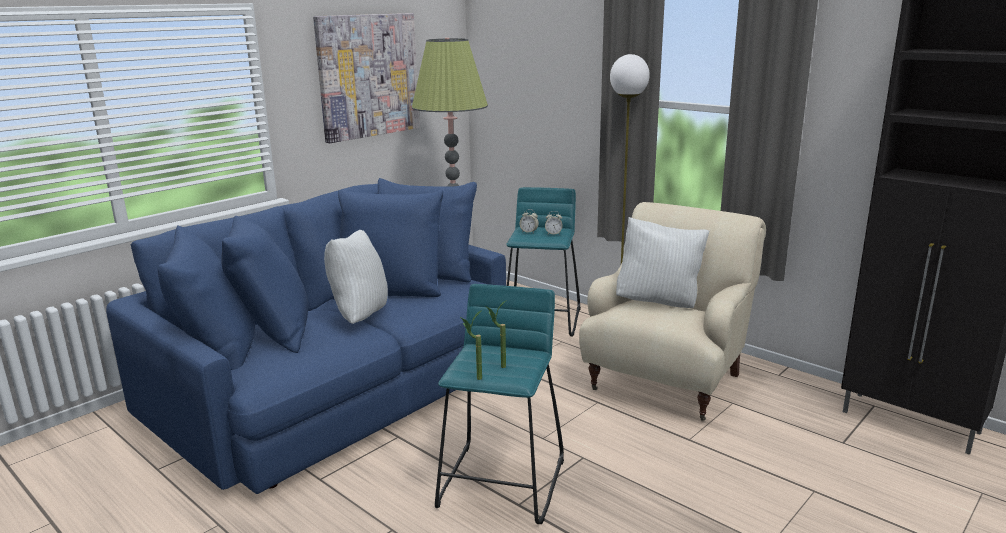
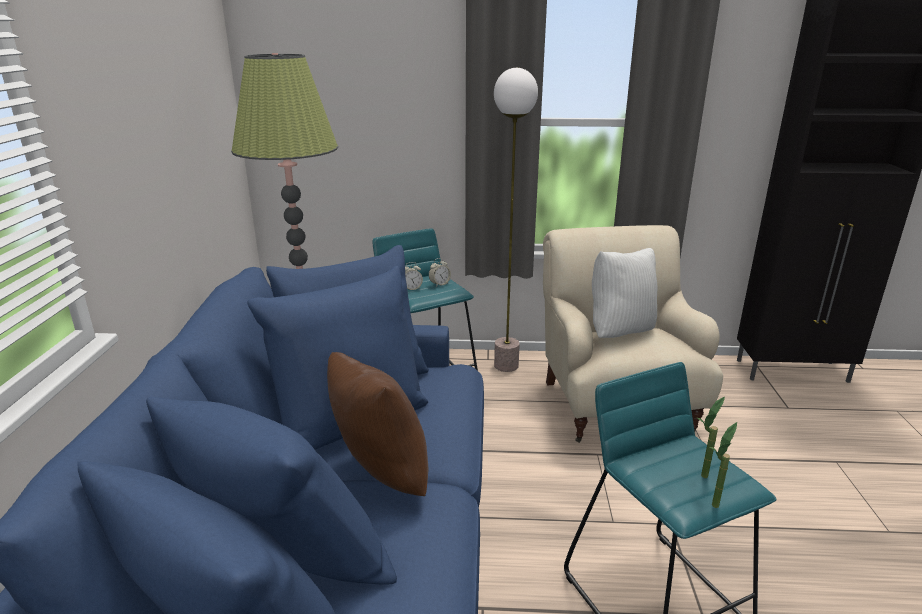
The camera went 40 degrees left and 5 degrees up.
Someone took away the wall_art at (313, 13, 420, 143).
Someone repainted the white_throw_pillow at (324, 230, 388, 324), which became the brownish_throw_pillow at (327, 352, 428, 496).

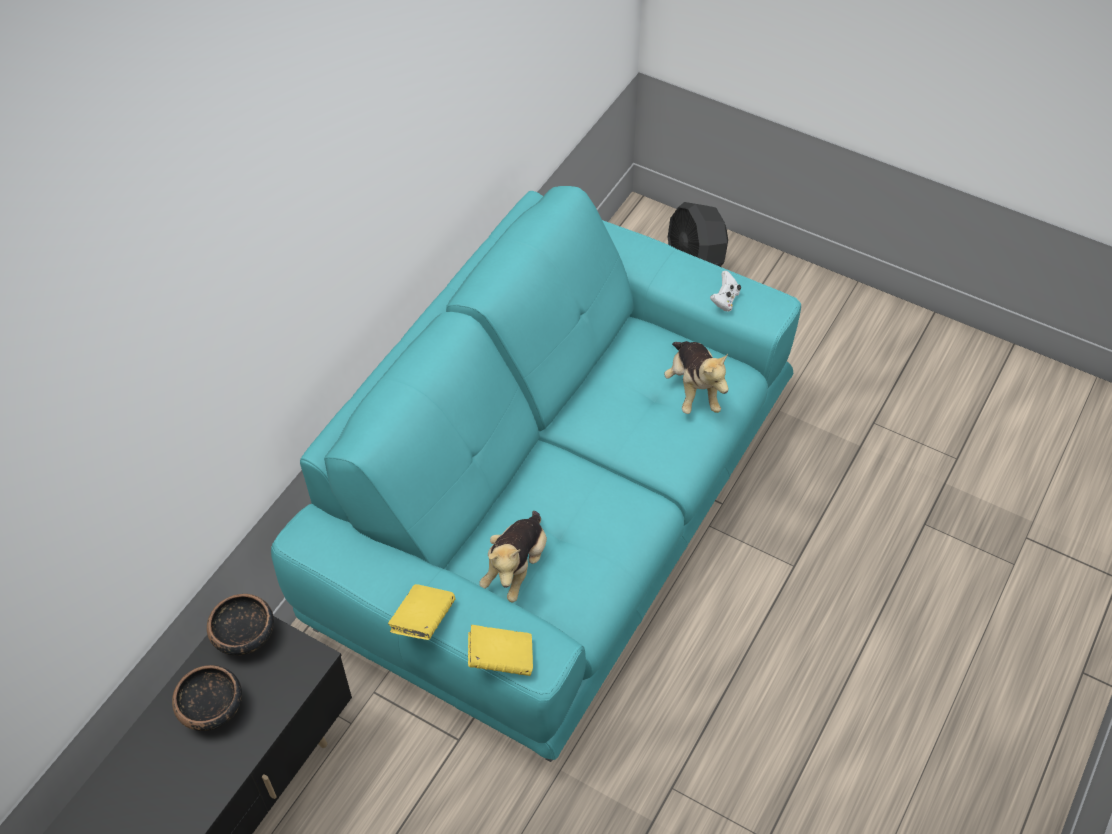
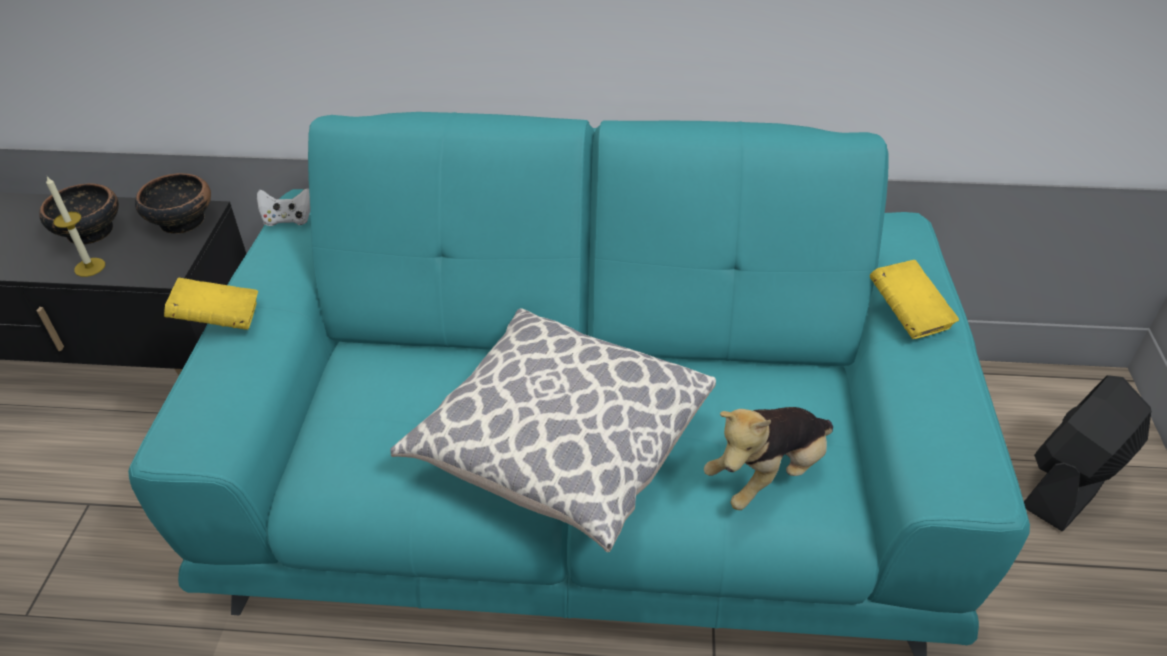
The camera went 65 degrees right and 10 degrees down.
Someone carried the yellow_book from (468, 625, 533, 676) to (870, 260, 959, 339).
Someone took away the cuddly_toy at (479, 511, 547, 602).
Someone carried the white_joypad from (710, 271, 741, 312) to (257, 188, 310, 226).
Someone put down the wax_candle at (46, 175, 105, 277).
Someone put down the throw_pillow at (390, 308, 716, 552).

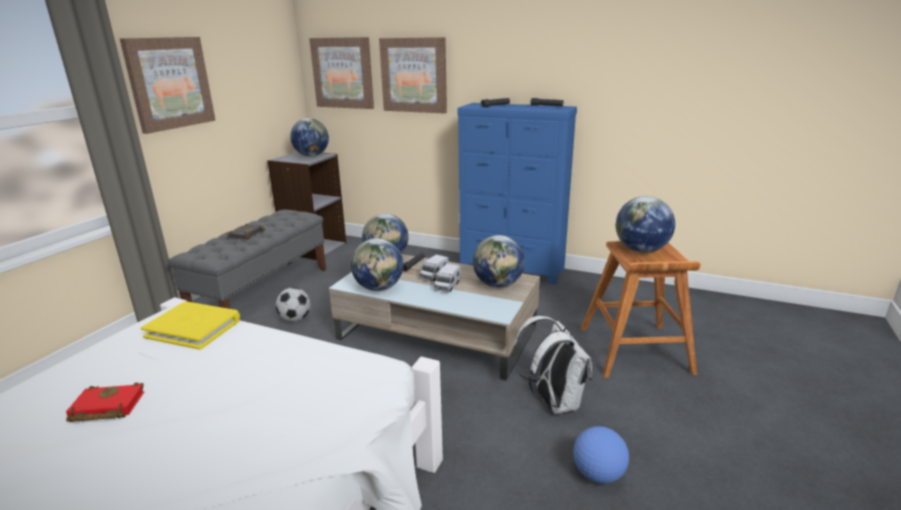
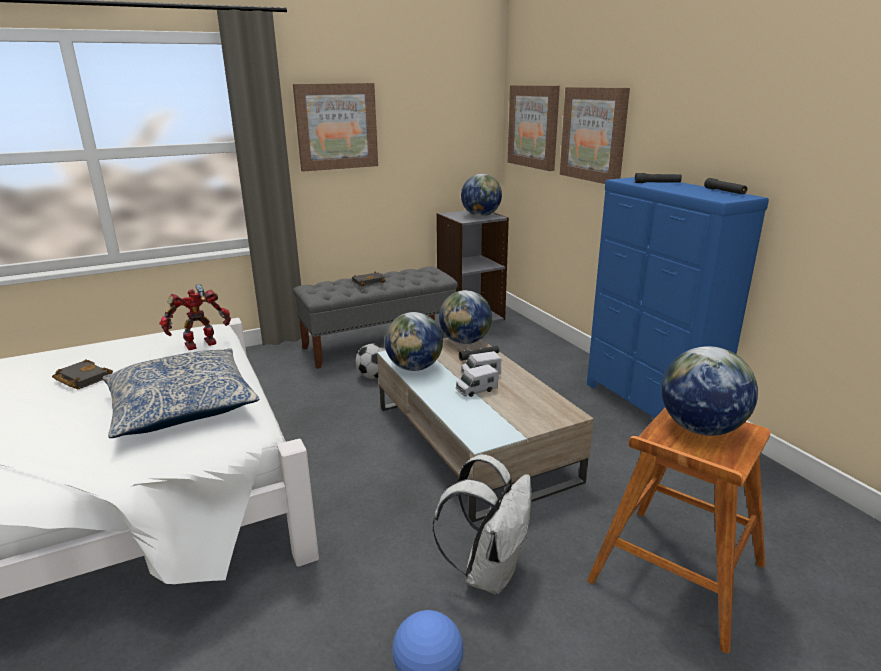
The camera went 40 degrees right and 0 degrees up.
Someone repainted the red_book at (66, 383, 145, 422), which became the blackish_book at (52, 360, 113, 389).
Someone swapped the yellow_book at (141, 301, 240, 350) for the toy_robot at (159, 284, 231, 350).
Someone took away the globe at (473, 235, 525, 288).
Someone put down the throw_pillow at (102, 348, 259, 438).

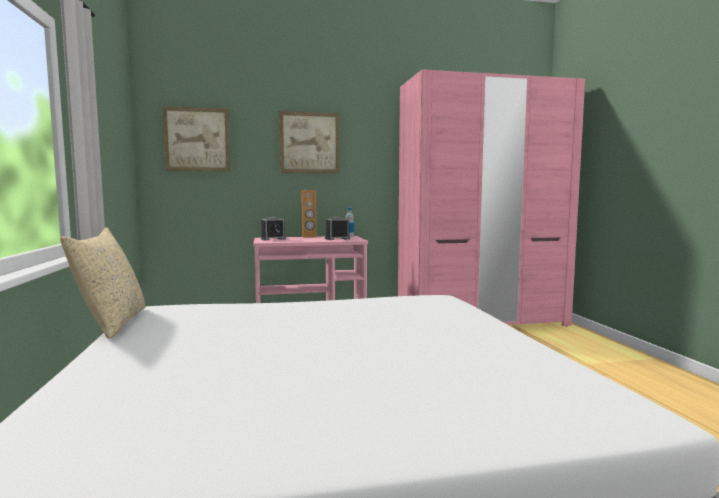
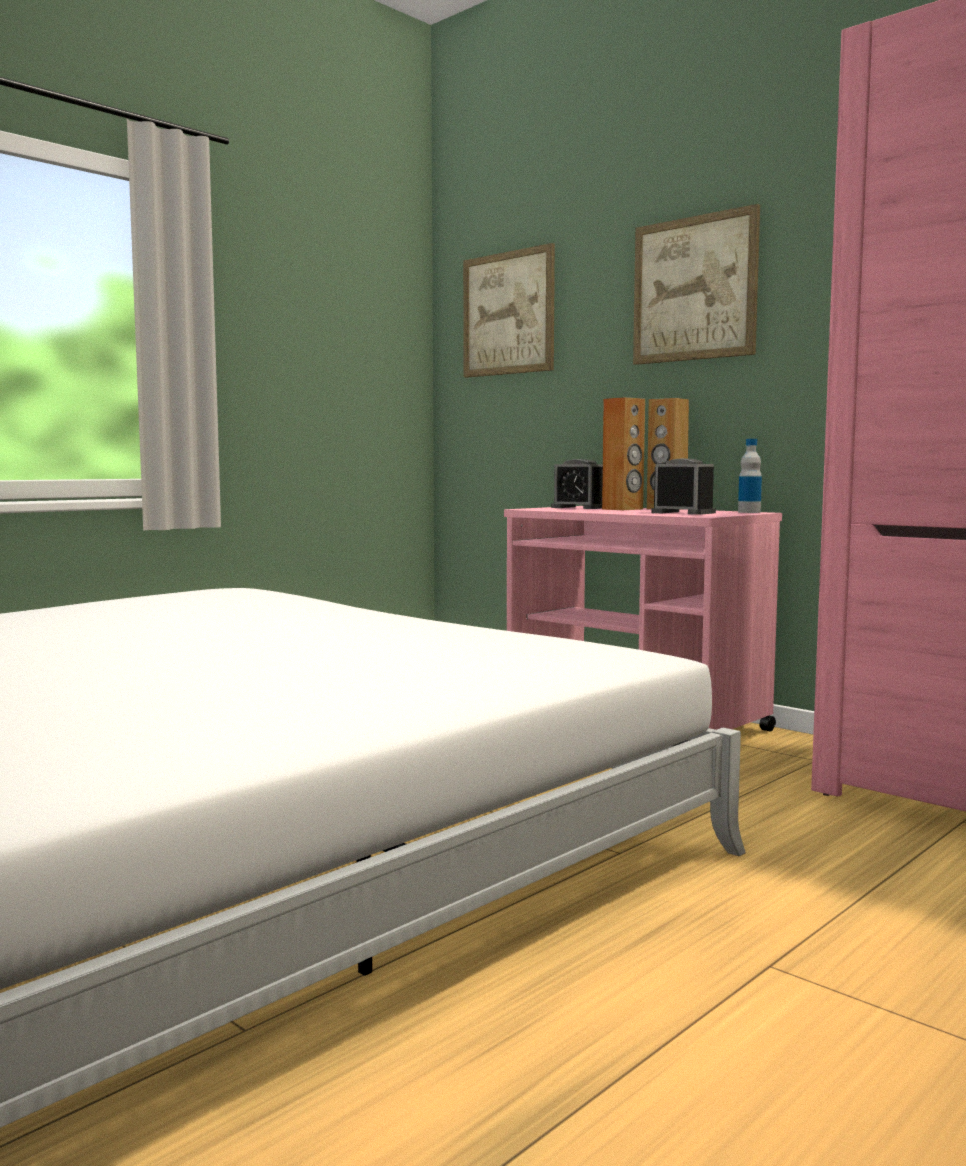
The camera went 55 degrees right and 0 degrees up.
Someone took away the beige_throw_pillow at (60, 227, 145, 338).
Someone put down the brownish_speaker at (602, 397, 645, 510).

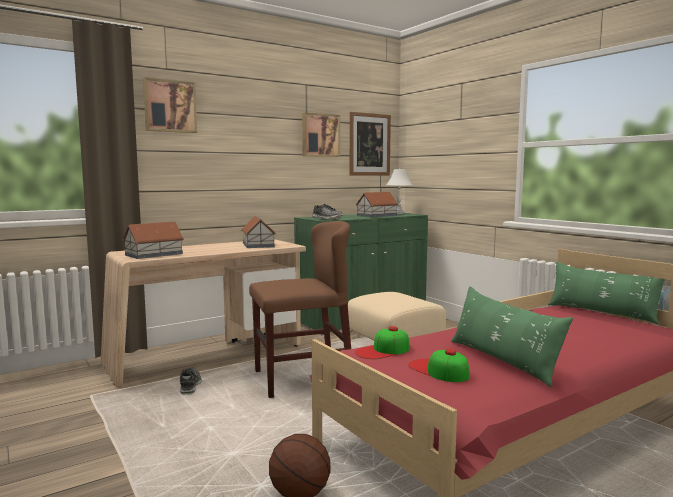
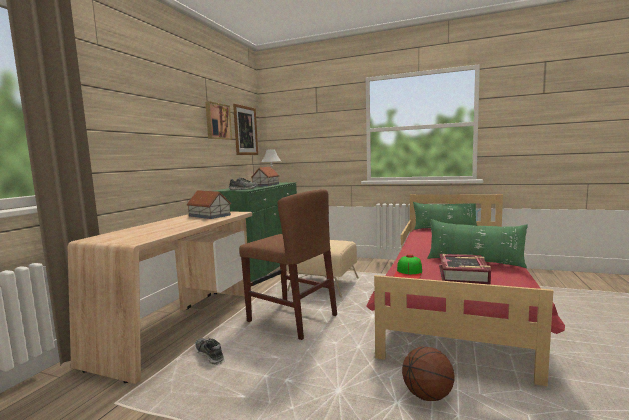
The camera went 35 degrees left and 0 degrees up.
Someone took away the model_house at (122, 222, 184, 259).
Someone took away the wall_art at (143, 78, 197, 133).
Someone rotated the brownish_chair at (249, 221, 351, 398) by 90 degrees clockwise.
Someone swapped the peaked_cap at (408, 348, 470, 382) for the book at (439, 254, 491, 285).

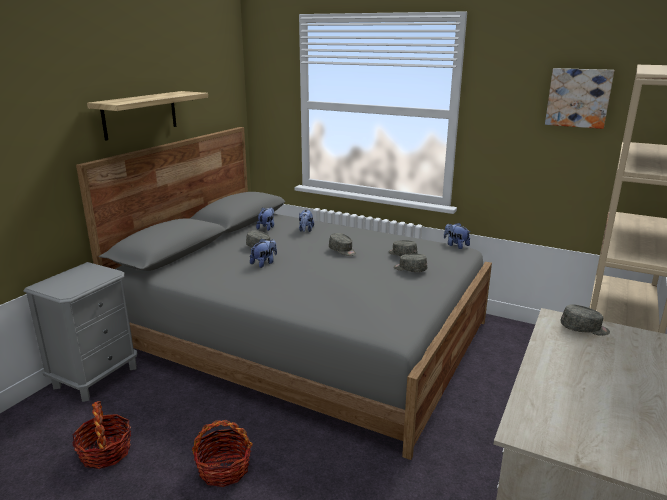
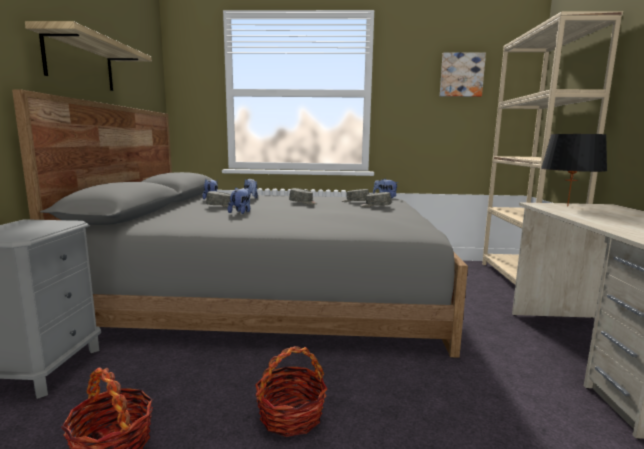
The camera went 25 degrees left and 10 degrees down.
Someone swapped the greyish_peaked_cap at (561, 304, 610, 336) for the blackish_tabletop_lamp at (541, 134, 607, 206).

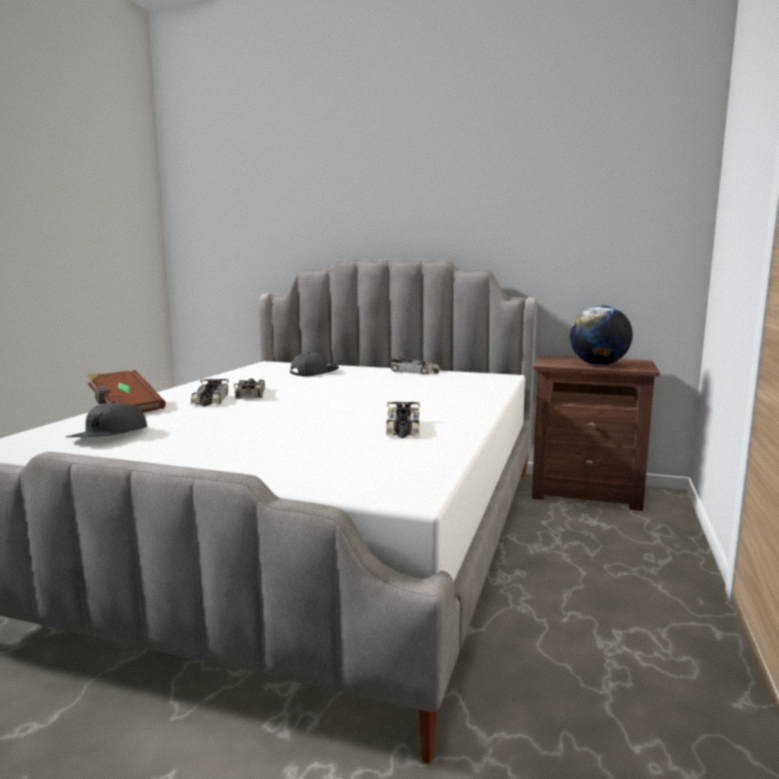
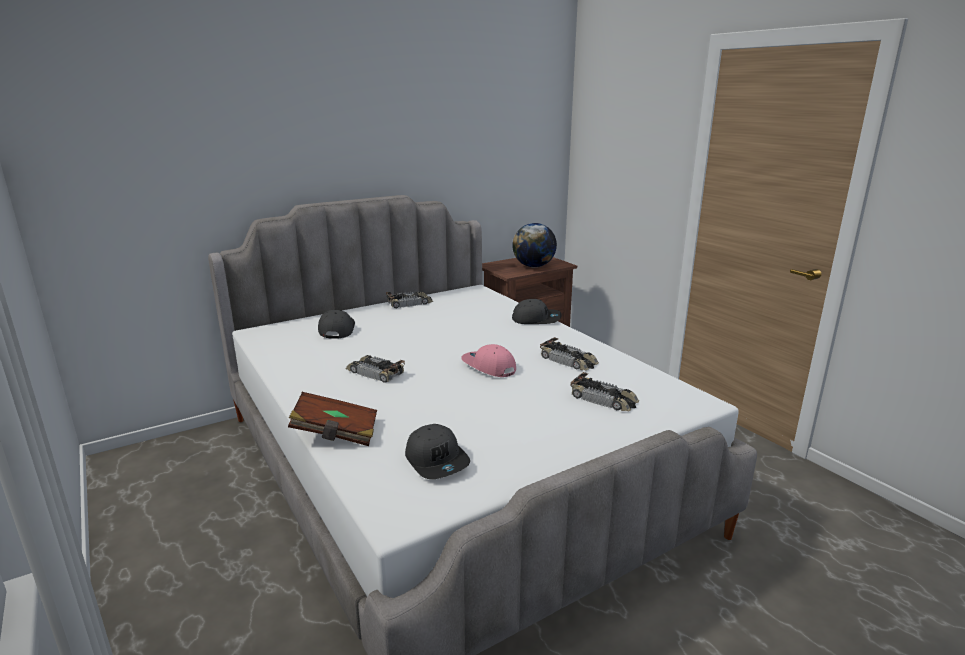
The camera went 50 degrees left and 10 degrees up.
Someone carried the miniature_car from (190, 379, 229, 406) to (571, 372, 639, 411).
Someone put down the pinkish_peaked_cap at (461, 344, 516, 377).
Someone put down the greyish_peaked_cap at (512, 299, 562, 324).

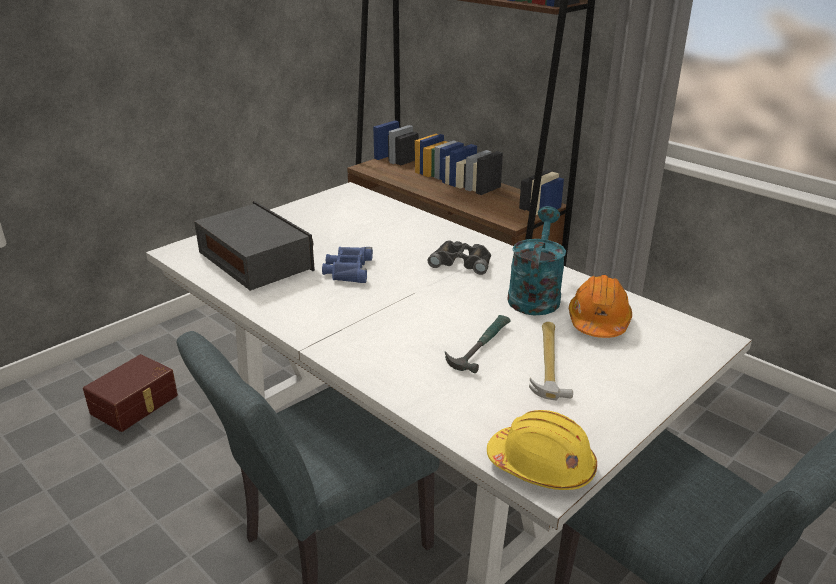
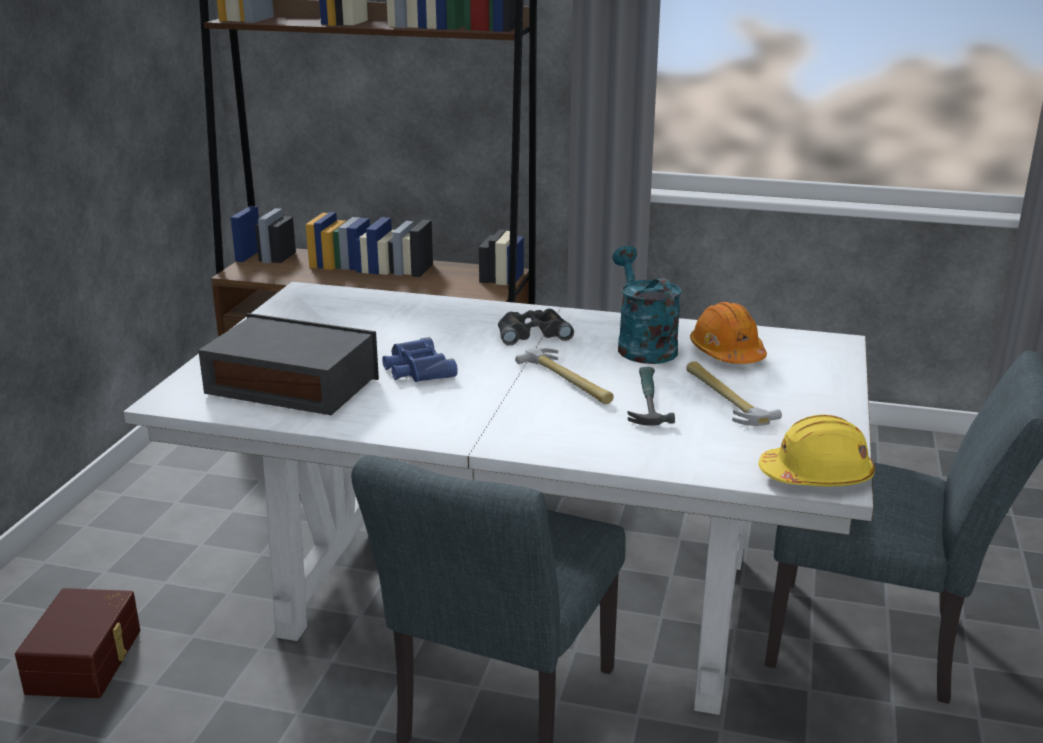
The camera went 30 degrees left and 5 degrees down.
Someone put down the hammer at (515, 348, 614, 404).

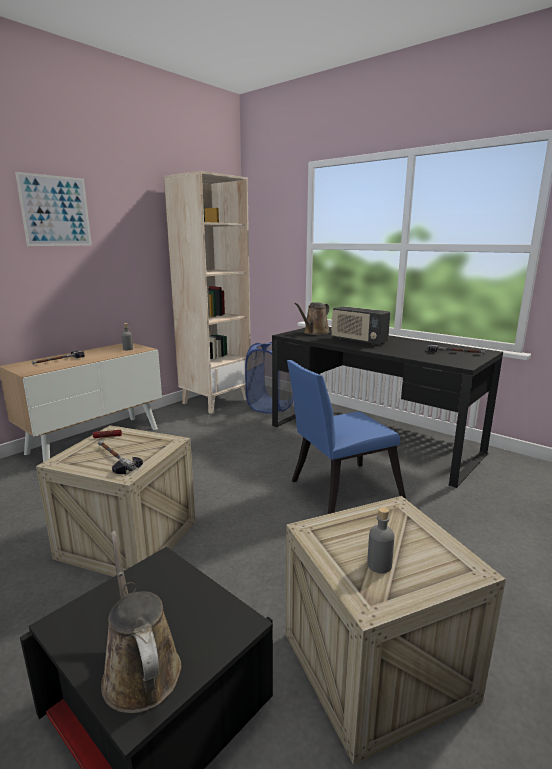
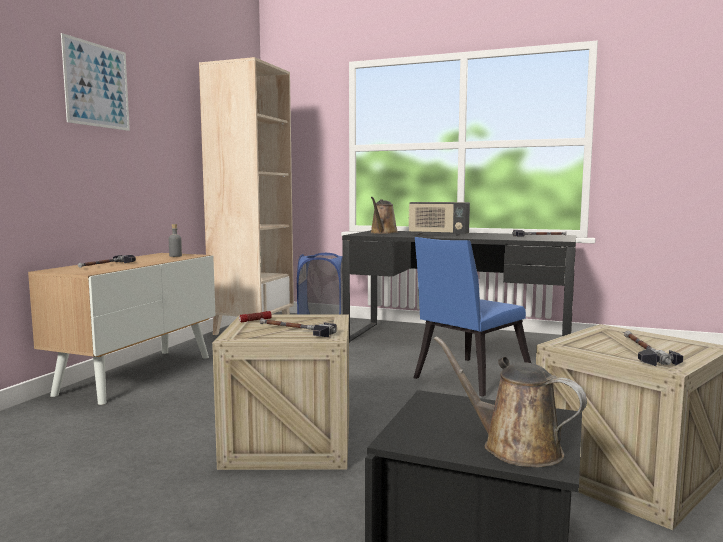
The camera went 20 degrees left and 10 degrees down.
Someone swapped the greyish_beverage_bottle at (367, 507, 394, 573) for the hammer at (624, 331, 683, 366).

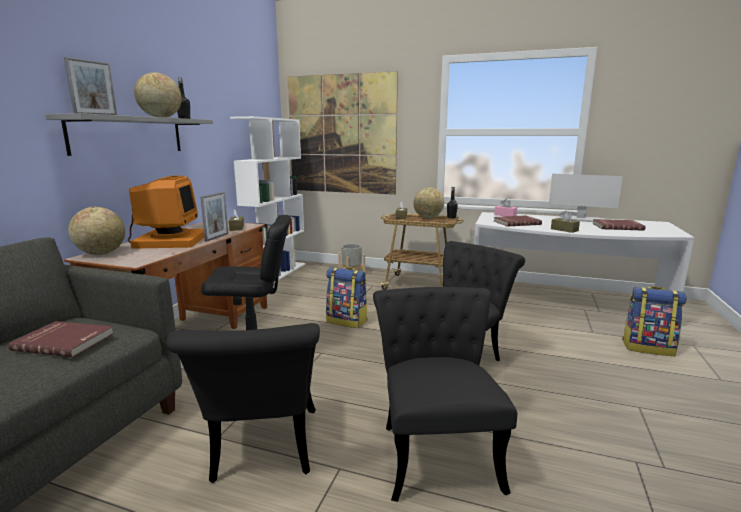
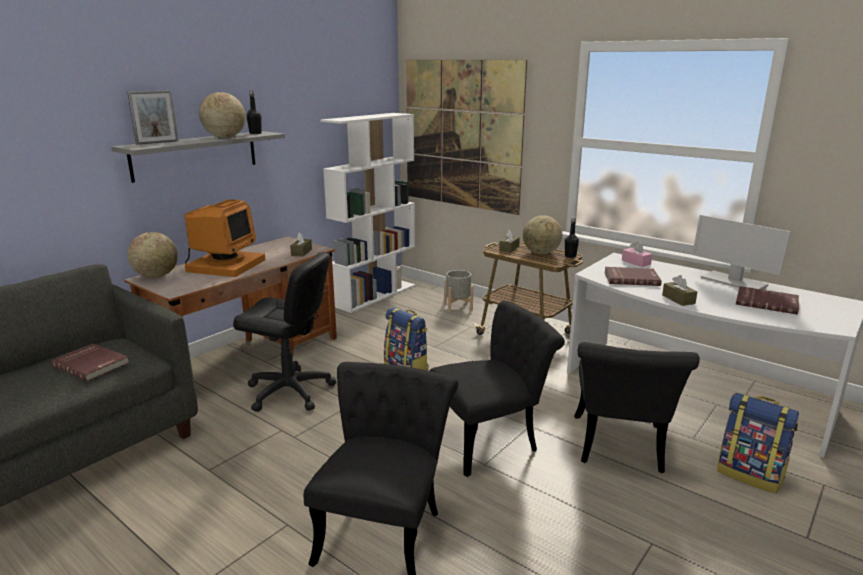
The camera went 20 degrees right and 5 degrees up.
Someone carried the blackish_chair from (166, 323, 320, 483) to (574, 342, 700, 473).
Someone took away the photo_frame at (200, 192, 229, 242).

